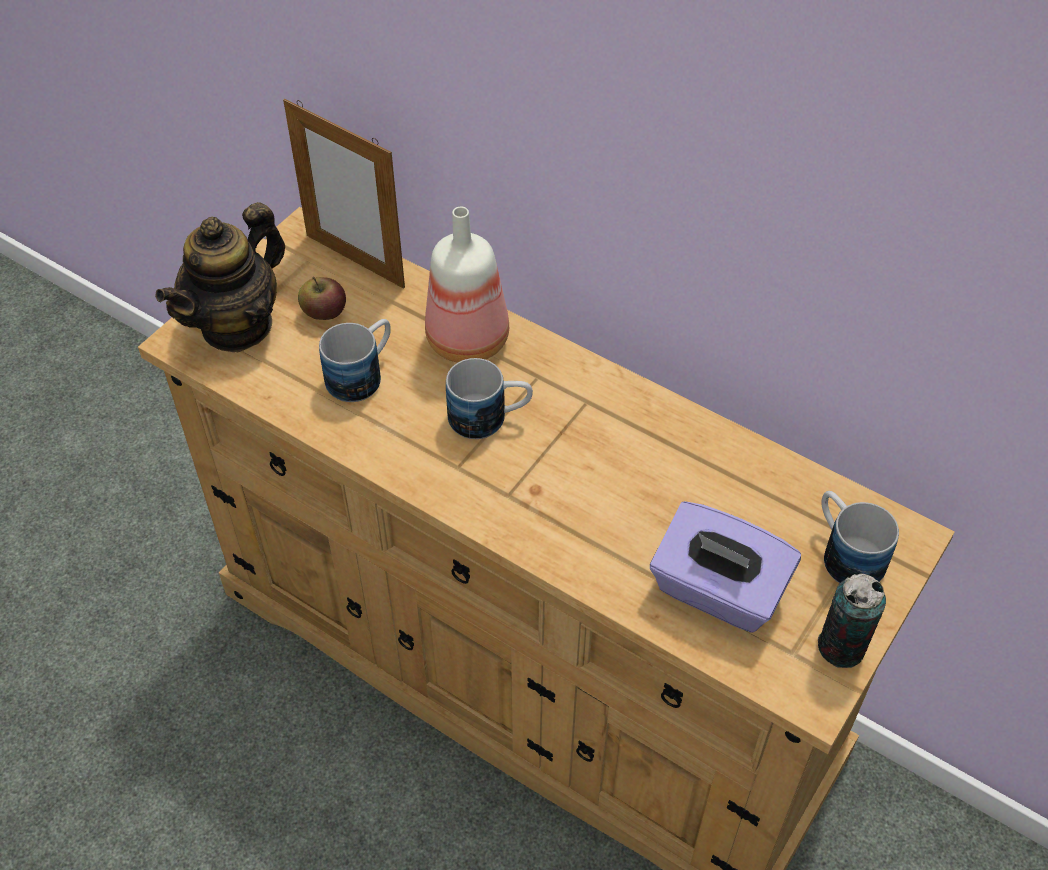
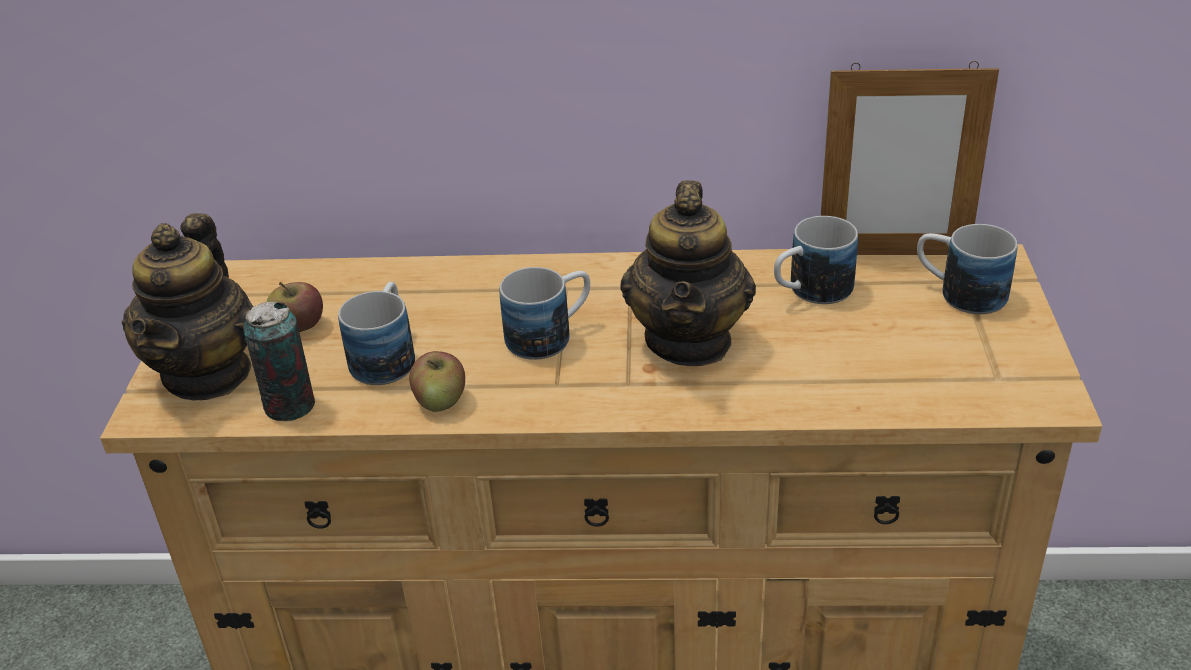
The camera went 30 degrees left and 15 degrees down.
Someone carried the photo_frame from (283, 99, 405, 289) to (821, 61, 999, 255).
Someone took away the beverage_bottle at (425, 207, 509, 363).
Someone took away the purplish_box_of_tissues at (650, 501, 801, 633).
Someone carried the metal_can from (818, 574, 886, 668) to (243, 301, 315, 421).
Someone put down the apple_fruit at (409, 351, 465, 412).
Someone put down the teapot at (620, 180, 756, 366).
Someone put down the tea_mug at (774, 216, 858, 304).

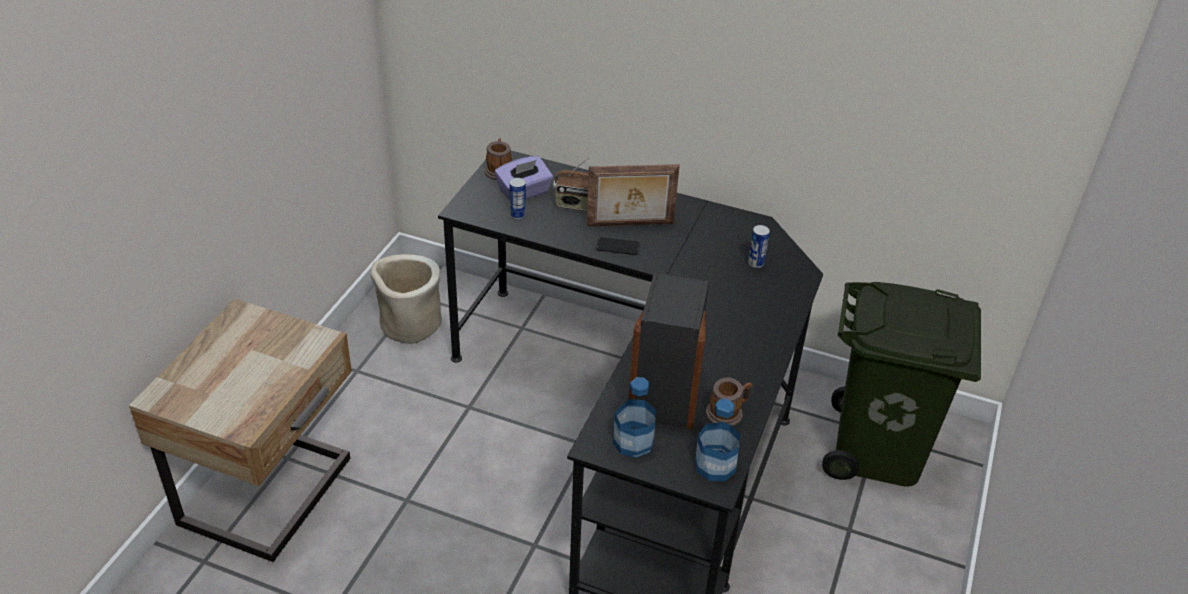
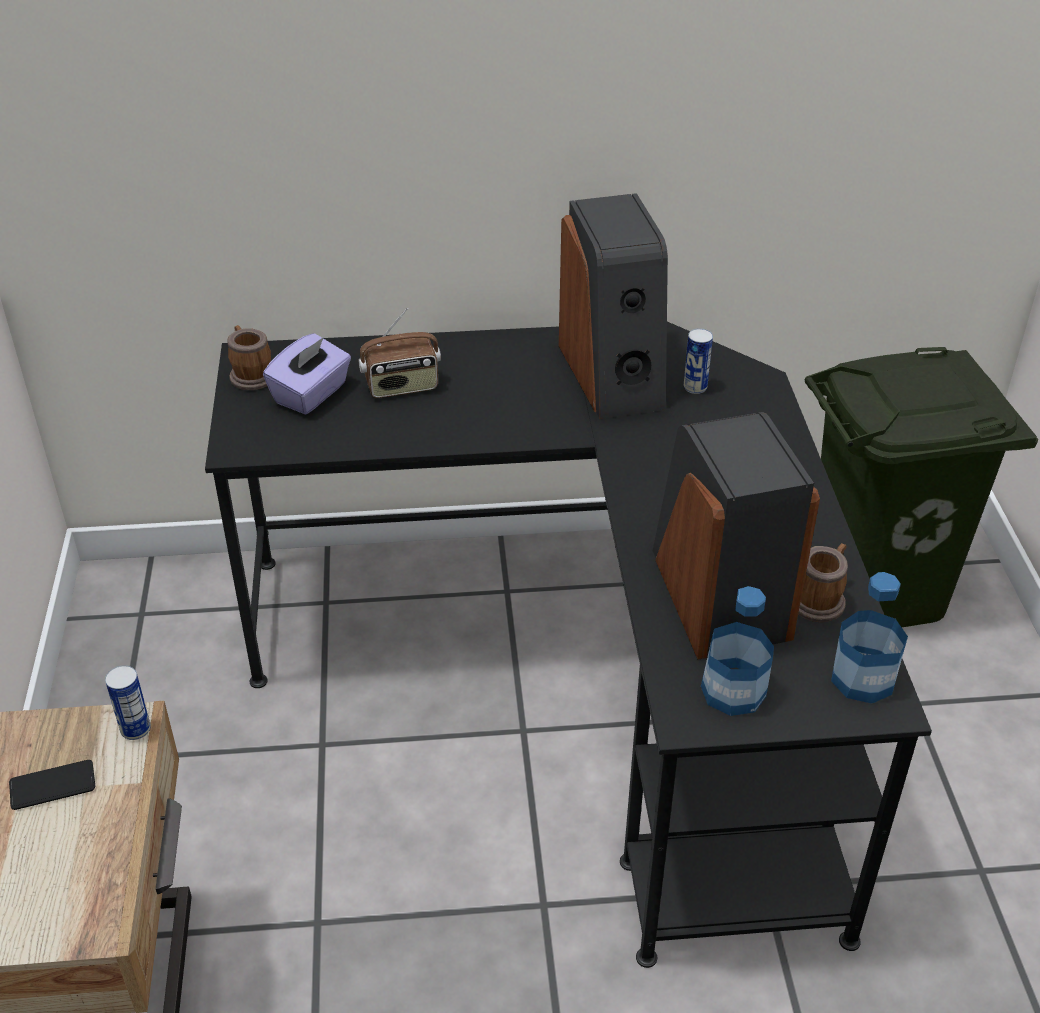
The camera went 25 degrees left and 0 degrees up.
Someone took away the beige_plant_pot at (370, 254, 442, 344).
Someone carried the metal_can from (510, 178, 526, 220) to (105, 665, 151, 740).
Someone took away the photo_frame at (587, 164, 680, 226).
Someone carried the handset from (596, 237, 640, 255) to (9, 760, 95, 810).
Someone put down the speaker at (558, 193, 668, 419).

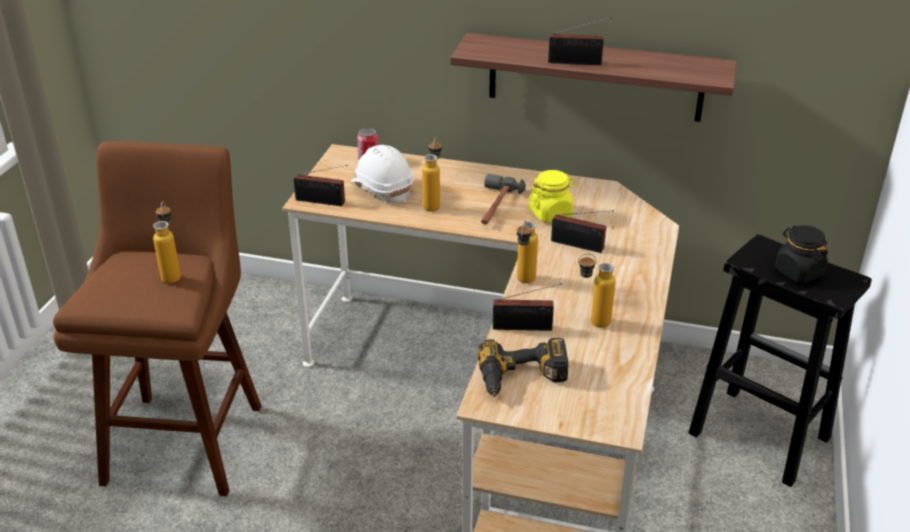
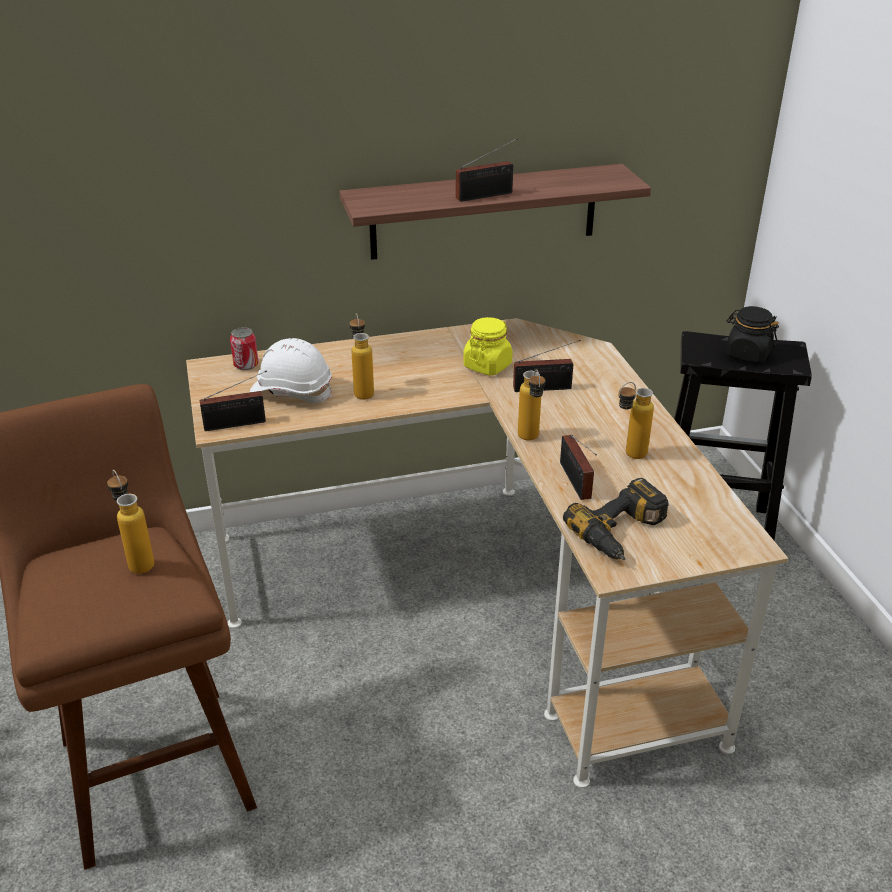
The camera went 30 degrees left and 0 degrees up.
Someone took away the hammer at (481, 174, 526, 224).
Someone rotated the radio_set at (493, 283, 562, 331) by 105 degrees clockwise.

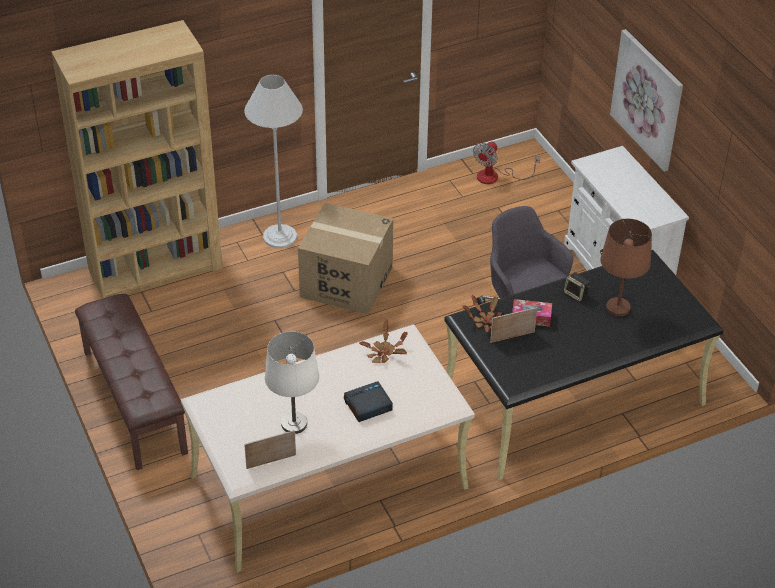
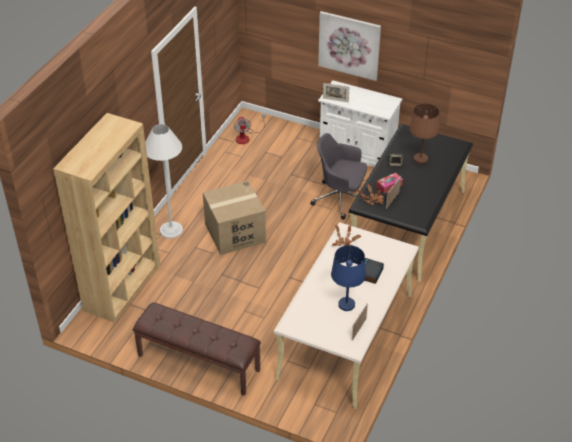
The camera went 40 degrees left and 0 degrees up.
Someone repainted the white_tabletop_lamp at (265, 331, 319, 434), which became the blue-coloured_tabletop_lamp at (331, 245, 366, 311).
Someone put down the photo_frame at (323, 83, 349, 103).

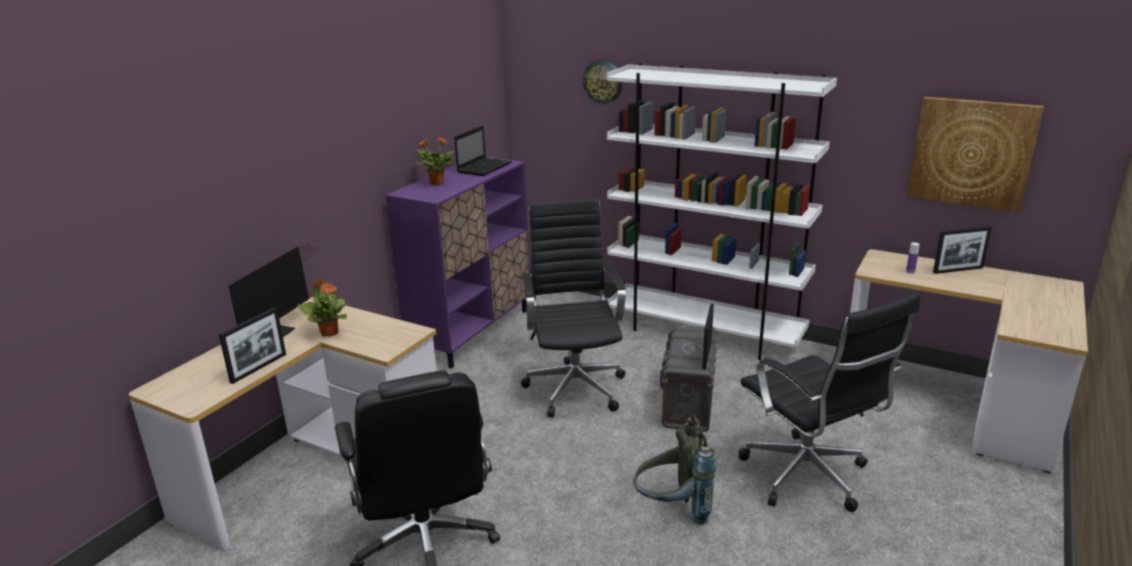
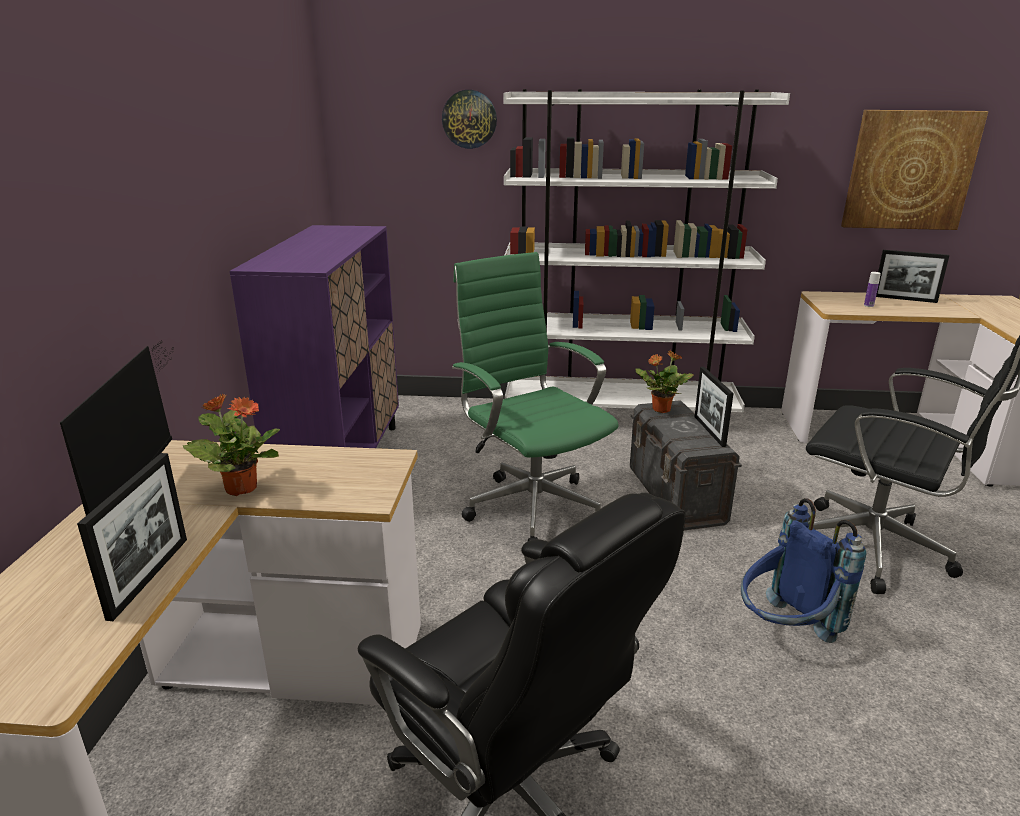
The camera went 25 degrees left and 0 degrees up.
Someone carried the houseplant from (415, 138, 454, 185) to (635, 350, 693, 413).
Someone took away the notebook_computer at (454, 126, 512, 176).
Someone repainted the blackish_office_chair at (521, 199, 626, 417), which became the greenish_office_chair at (452, 252, 619, 541).
Someone repainted the greyish_rucksack at (633, 414, 716, 525), which became the blue-coloured_rucksack at (741, 498, 867, 643).
Someone rotated the photo_frame at (933, 226, 992, 274) by 60 degrees clockwise.

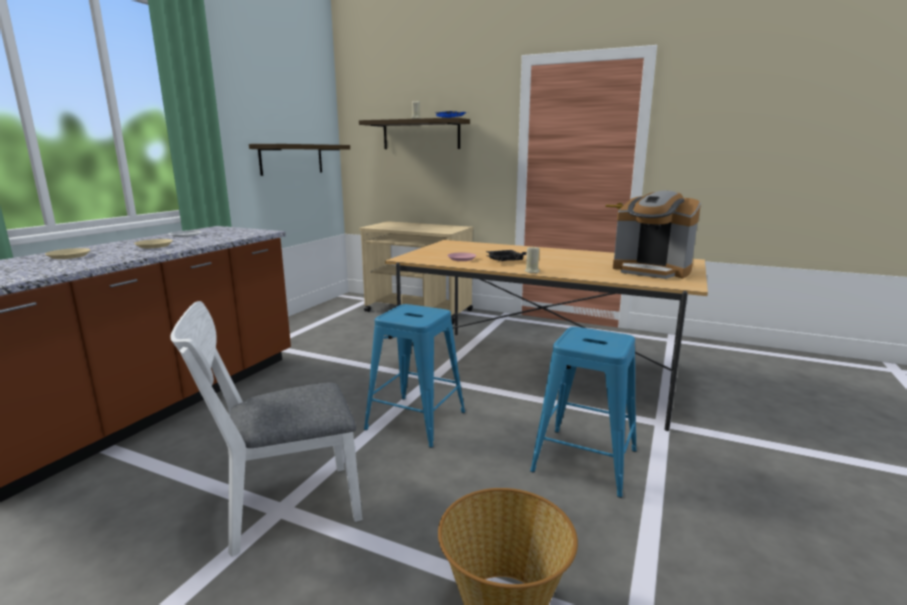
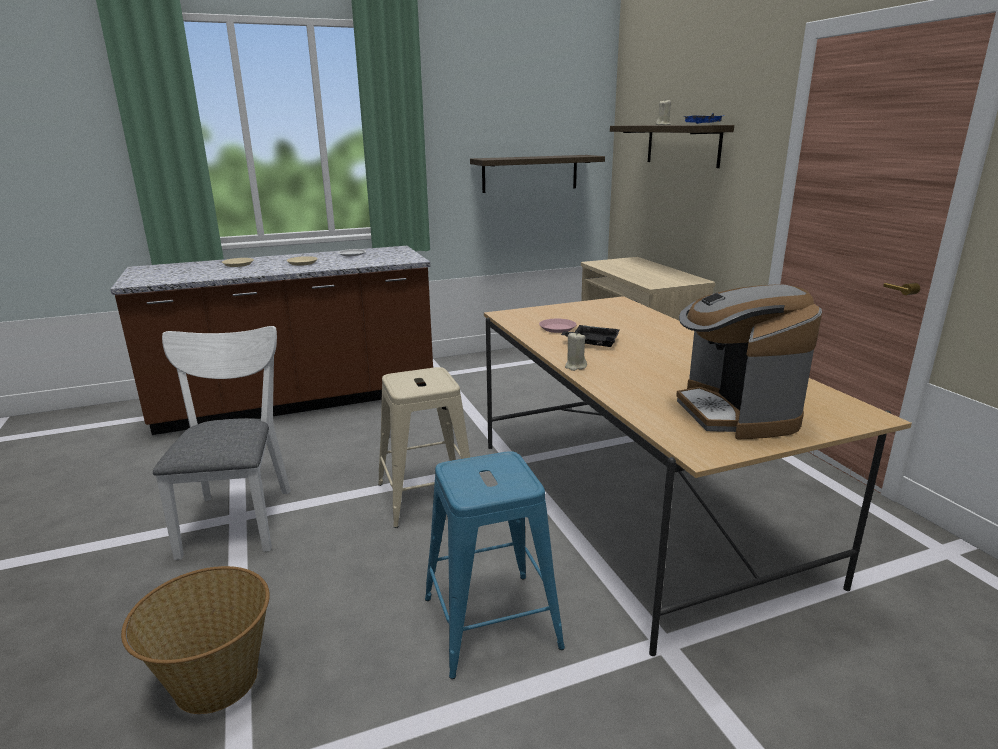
The camera went 45 degrees right and 5 degrees up.
Someone rotated the white_chair at (170, 301, 363, 557) by 60 degrees clockwise.
Someone repainted the blue-coloured_sitting_stool at (364, 304, 465, 448), which became the beige_sitting_stool at (378, 367, 470, 528).

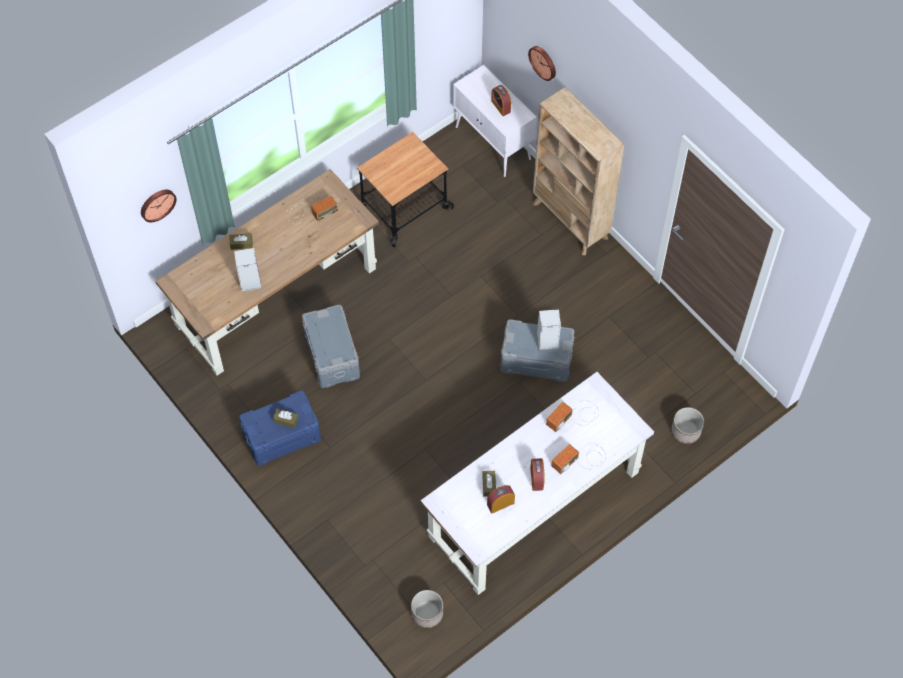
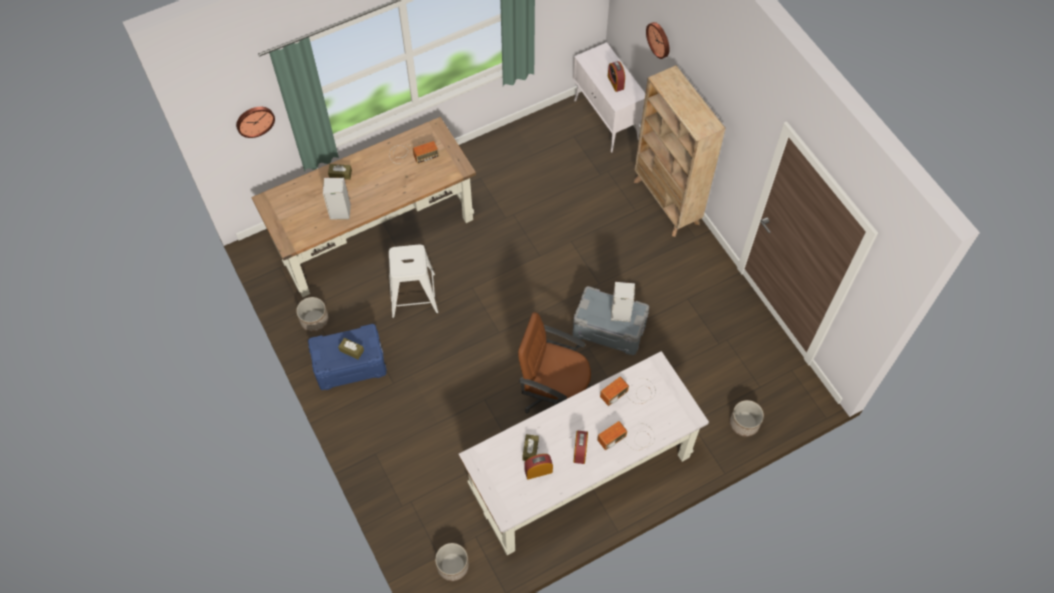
The camera went 10 degrees right and 0 degrees up.
Someone swapped the greyish_storage_bin at (302, 305, 360, 388) for the white_sitting_stool at (389, 245, 438, 318).
Someone took away the wheeled_cart at (357, 132, 454, 247).
Someone put down the plant_pot at (296, 297, 329, 332).
Someone put down the brownish_office_chair at (518, 312, 591, 413).

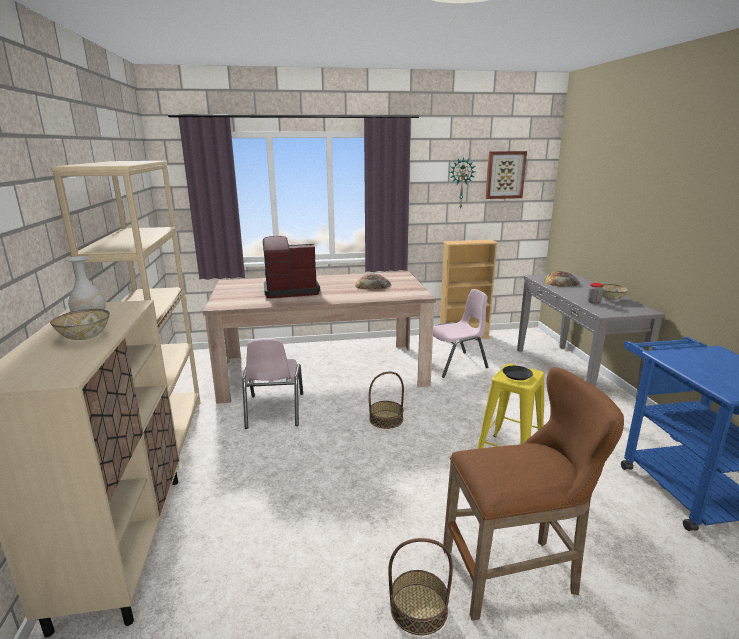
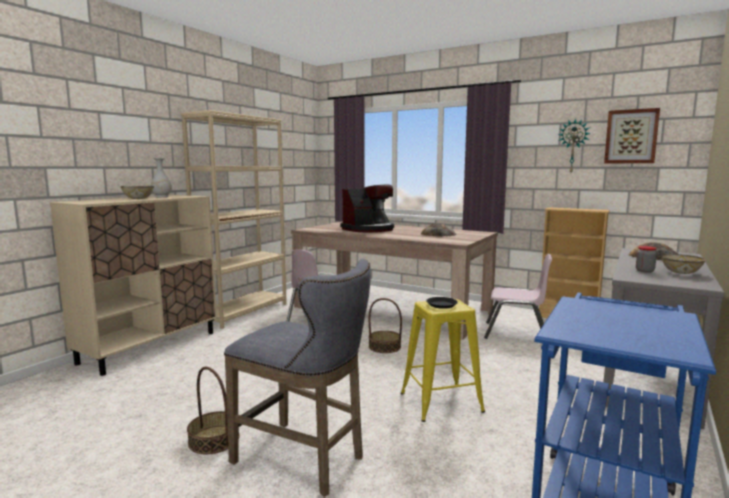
The camera went 40 degrees right and 10 degrees down.
Someone rotated the coffee_brewer at (263, 236, 320, 298) by 120 degrees clockwise.
Someone repainted the brownish_sitting_stool at (443, 367, 624, 620), which became the greyish_sitting_stool at (224, 259, 371, 497).

